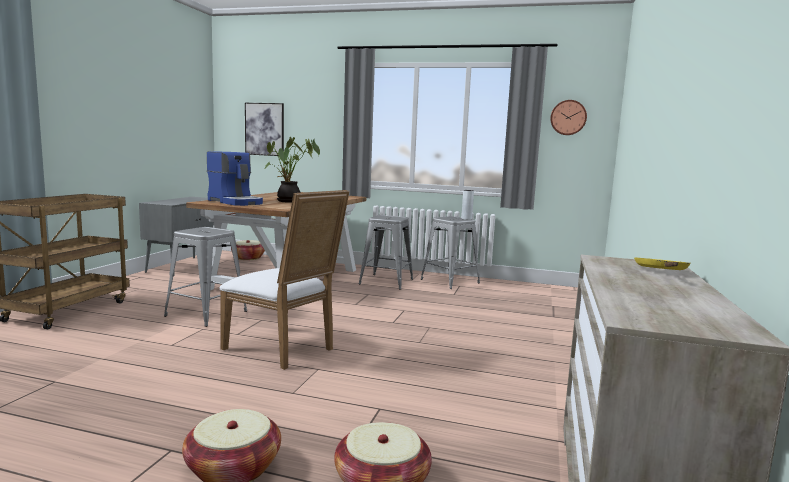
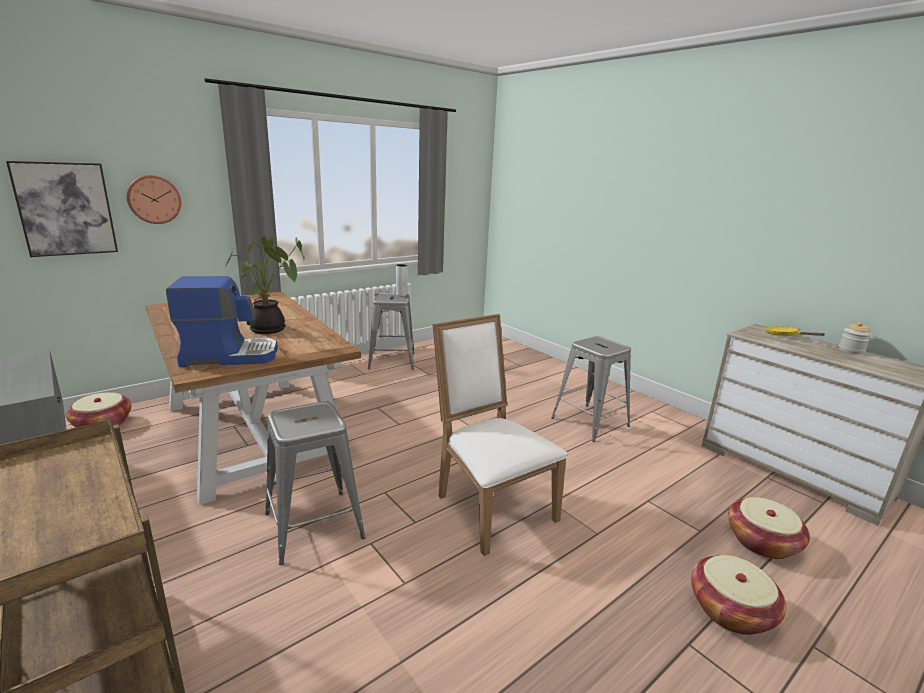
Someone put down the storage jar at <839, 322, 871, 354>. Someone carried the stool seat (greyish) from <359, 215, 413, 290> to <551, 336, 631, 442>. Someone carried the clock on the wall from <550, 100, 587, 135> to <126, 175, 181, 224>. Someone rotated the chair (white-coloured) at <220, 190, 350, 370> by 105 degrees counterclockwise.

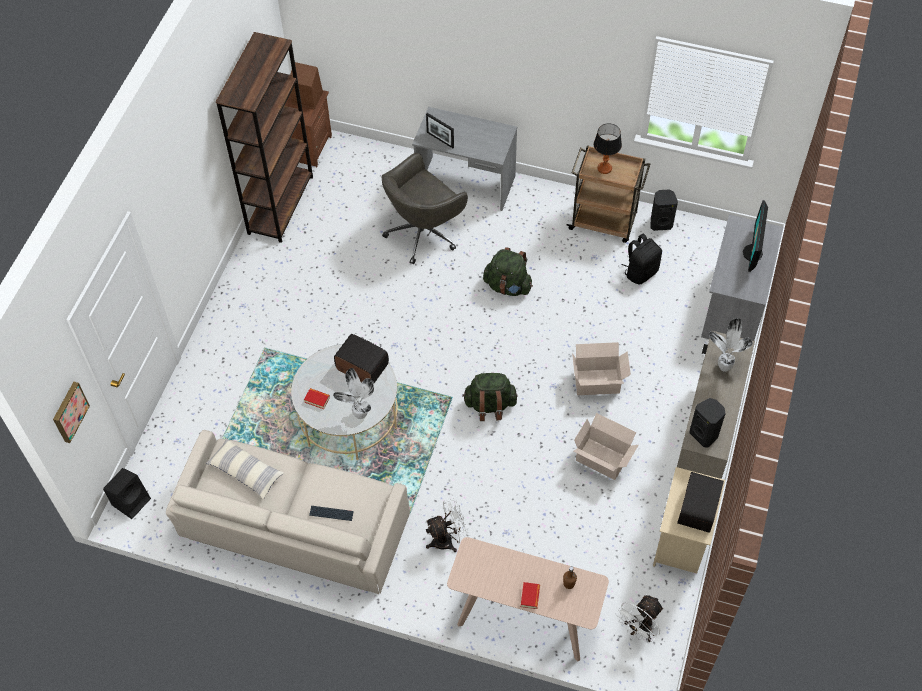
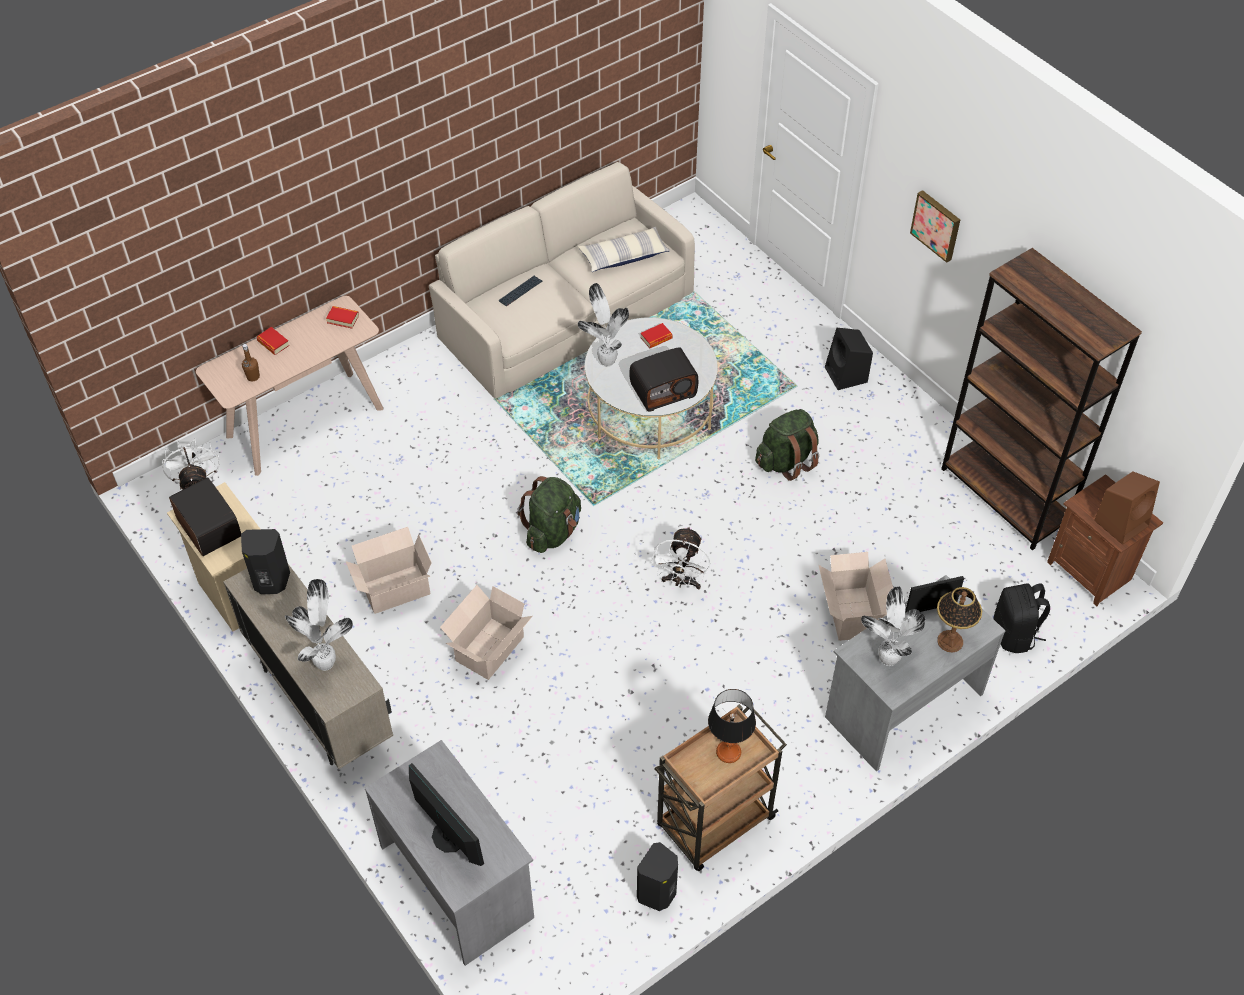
Someone put down the volume at <326, 306, 359, 329>. Someone put down the plant in a pot at <861, 586, 925, 666>. Someone put down the tabletop lamp at <937, 587, 982, 653>. Someone carried the picture from <53, 382, 90, 443> to <910, 190, 960, 263>. Someone carried the loudspeaker (black) from <103, 468, 151, 519> to <825, 328, 873, 390>. Someone carried the electric fan (white-coloured) from <425, 498, 469, 552> to <651, 526, 710, 590>. Someone carried the knapsack (green) from <483, 247, 533, 296> to <755, 409, 819, 481>. Someone carried the knapsack (black) from <622, 233, 662, 284> to <994, 583, 1050, 653>. Someone swapped the computer chair (greyish) at <382, 153, 468, 264> for the packing box at <819, 552, 893, 641>.

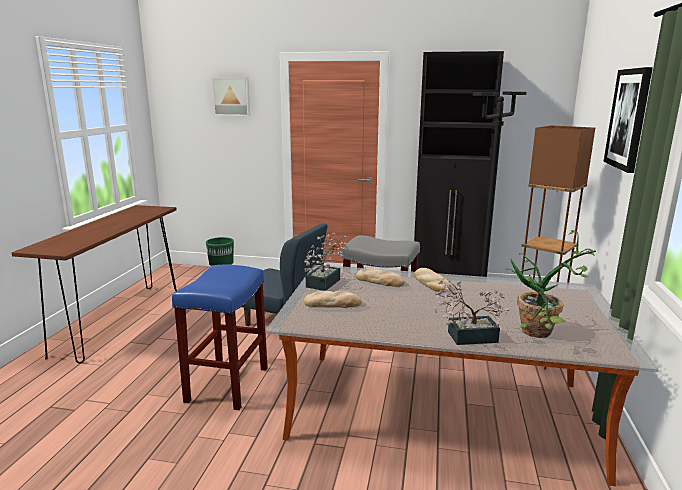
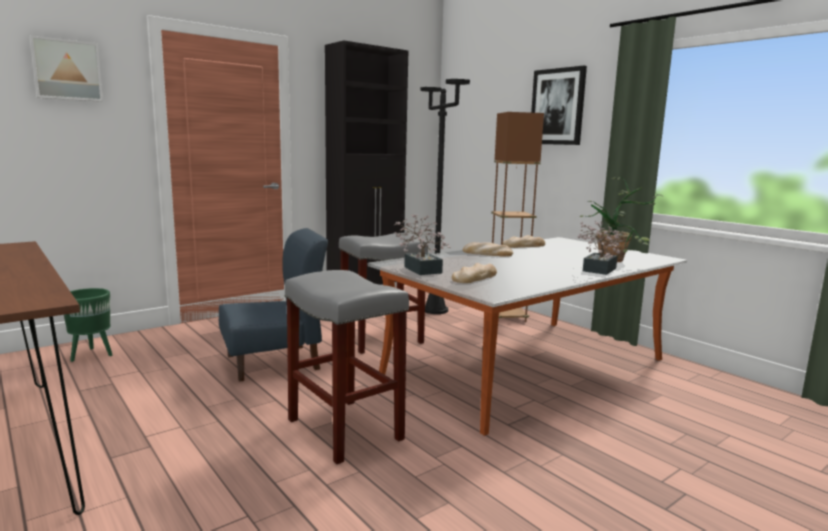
Someone carried the bread from <356, 268, 405, 287> to <502, 235, 545, 248>. Someone repainted the stool seat (bluish) at <172, 264, 268, 410>, which became the stool seat (greyish) at <285, 270, 409, 464>.

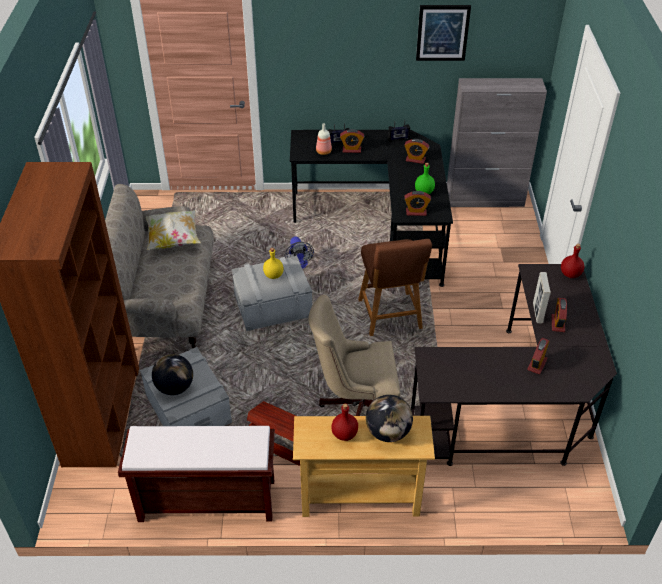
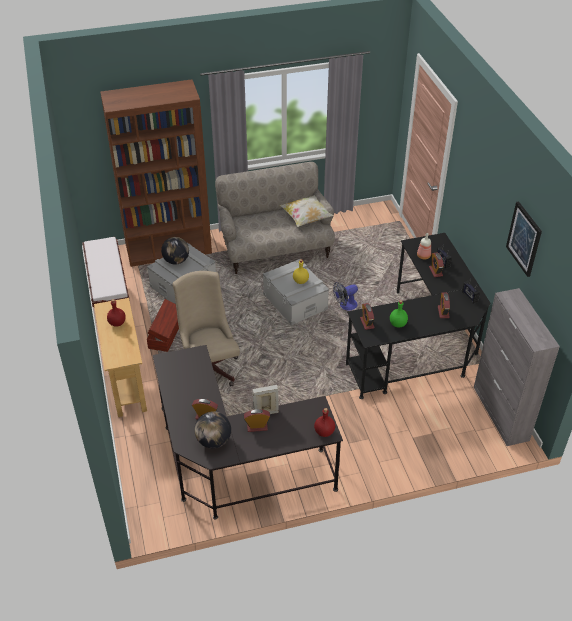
Someone took away the stool seat (brownish) at <358, 239, 432, 336>. Someone carried the desk globe from <366, 395, 413, 442> to <194, 411, 231, 448>.

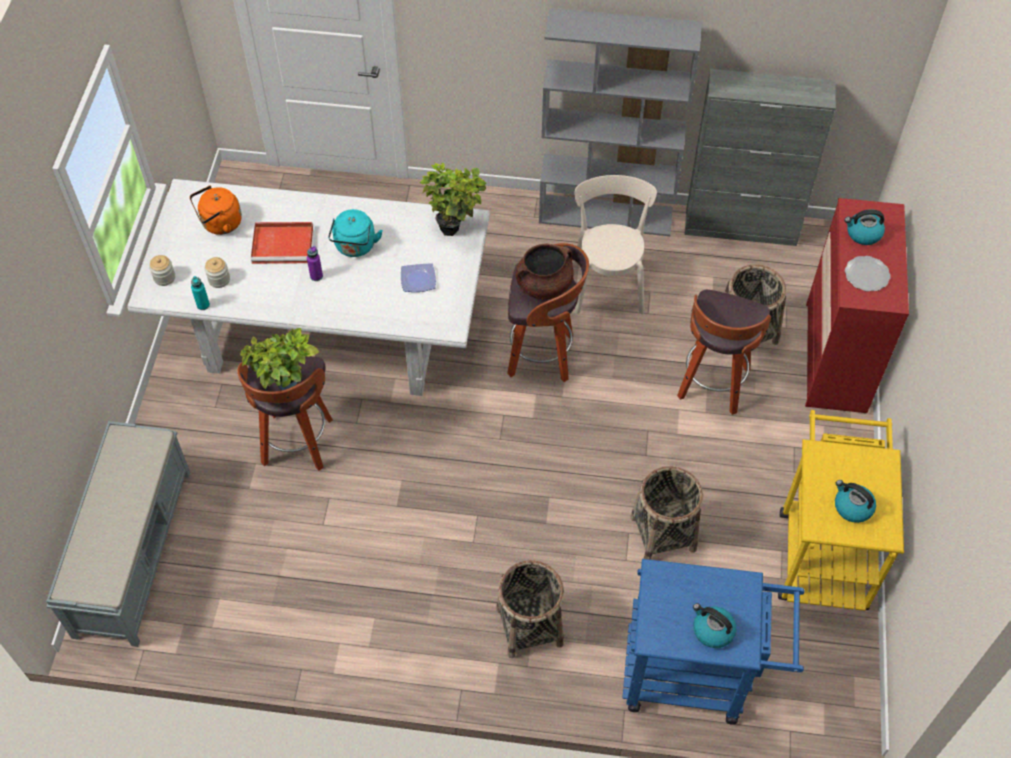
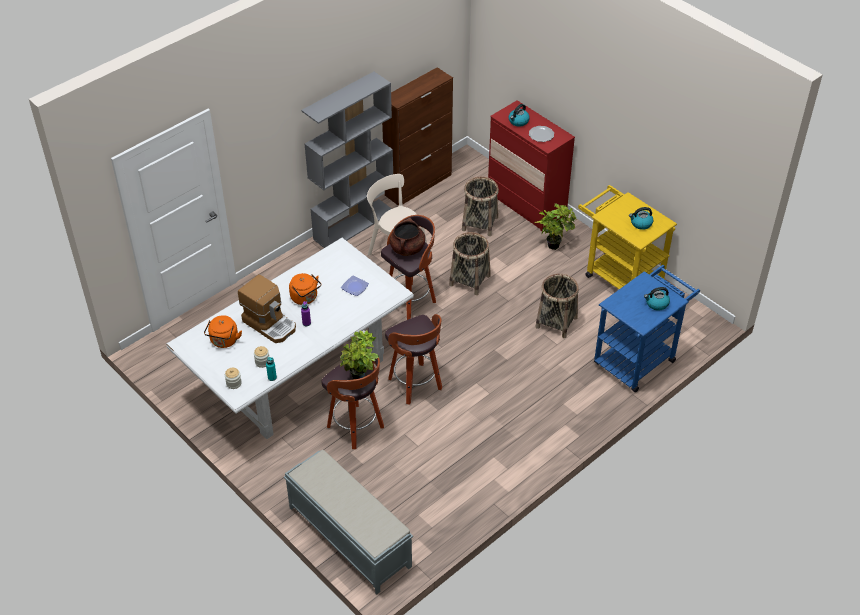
Someone carried the plant in a pot from <420, 163, 486, 236> to <535, 203, 577, 250>. Someone carried the basket from <496, 560, 564, 658> to <449, 232, 490, 295>. Someone carried the stool seat from <677, 290, 771, 415> to <385, 314, 442, 405>. Someone swapped the tray (red-coloured) at <251, 222, 313, 264> for the coffee brewer at <238, 274, 296, 343>. Someone repainted the kettle (blue-green) at <328, 209, 383, 257>, which became the kettle (orangey) at <289, 273, 321, 305>. Someone repainted the cabinet (greyish) at <684, 69, 836, 246>, which became the cabinet (brownish) at <382, 67, 453, 206>.

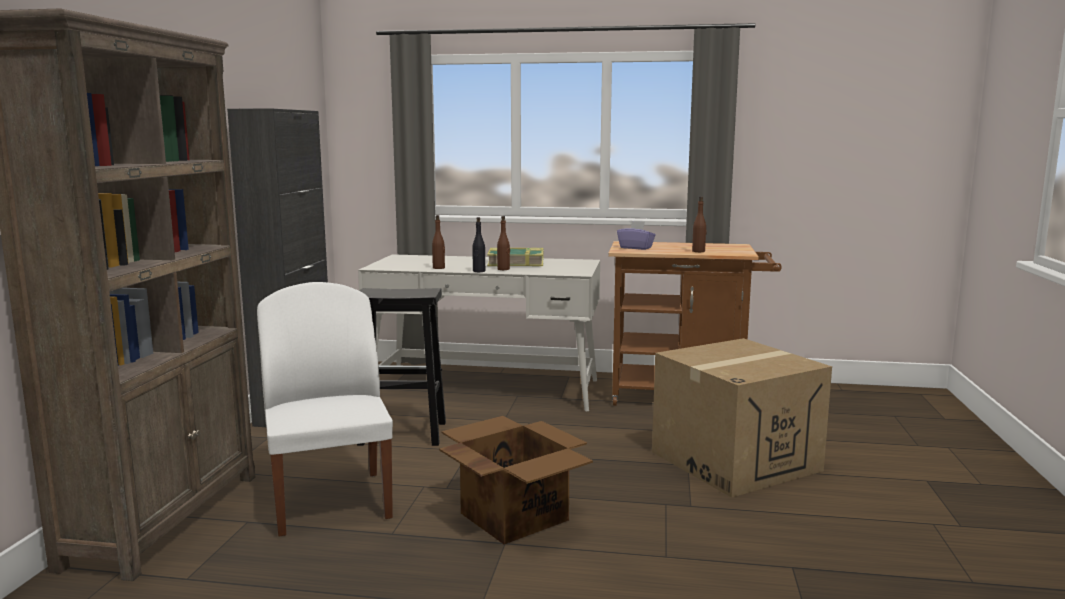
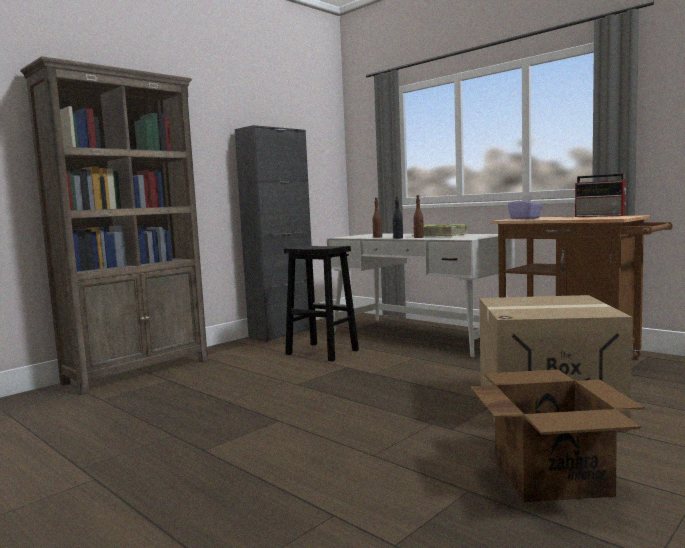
Someone took away the chair (white-coloured) at <257, 282, 393, 536>. Someone took away the drink bottle (brownish) at <692, 196, 707, 252>. Someone put down the radio set at <575, 174, 628, 217>. Someone carried the packing box from <439, 416, 593, 544> to <470, 369, 644, 502>.

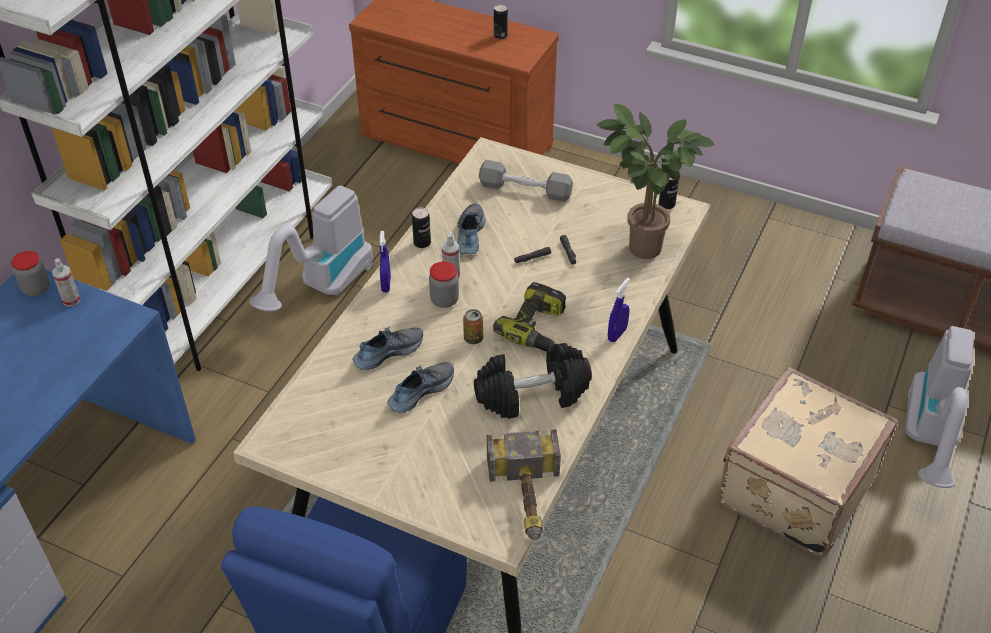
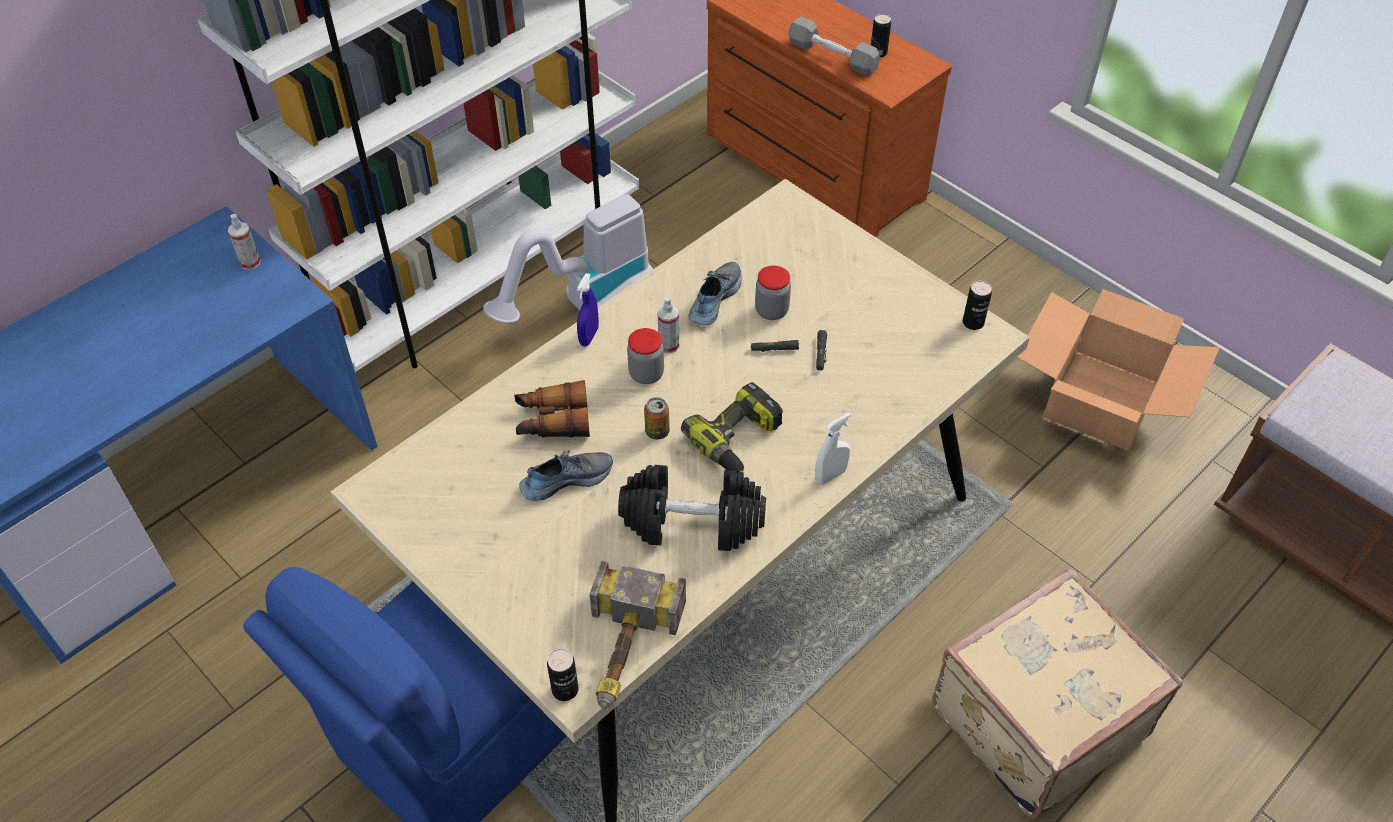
Someone took away the plant in a pot at <597, 104, 715, 259>. Someone took away the vacuum cleaner at <905, 326, 974, 488>. Someone put down the packing box at <1017, 289, 1220, 451>. Someone carried the storage jar from <11, 251, 49, 296> to <755, 265, 791, 320>. Someone carried the sealed can from <412, 207, 431, 248> to <547, 648, 578, 701>. Someone carried the free weight (greyish) from <479, 160, 573, 202> to <788, 16, 880, 76>. Someone swapped the low shoe at <353, 327, 423, 370> for the field glasses at <514, 380, 590, 438>. Someone repainted the hand sprayer (bluish) at <608, 278, 630, 342>, which became the hand sprayer (white-coloured) at <815, 413, 851, 485>.

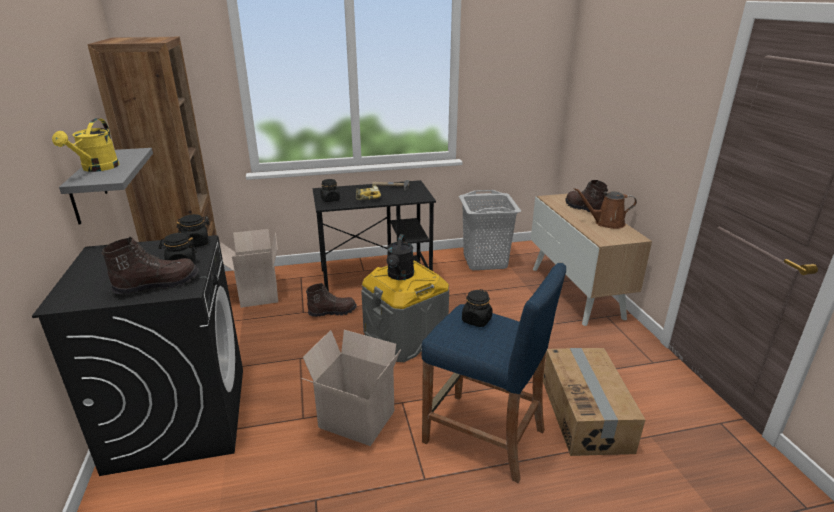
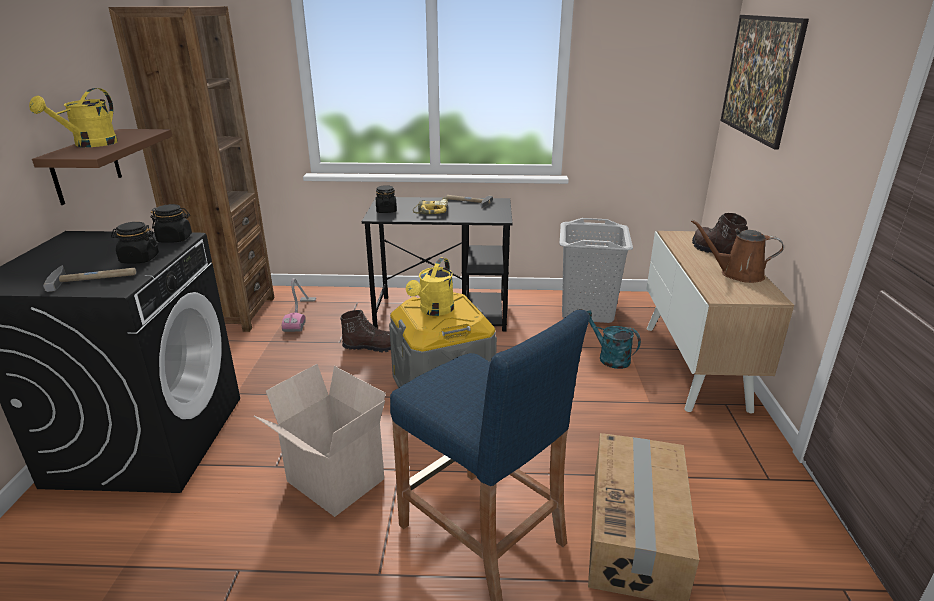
Someone took away the storage jar (black) at <462, 289, 492, 327>. Someone put down the sprinkling can (blue-green) at <587, 311, 641, 369>. Someone put up the picture at <720, 15, 809, 150>. Someone swapped the tall boot (brownish) at <102, 237, 198, 294> for the hand hammer at <43, 266, 136, 292>. Someone swapped the packing box at <220, 229, 278, 308> for the vacuum cleaner at <282, 278, 316, 332>. Someone repainted the shelf (greyish) at <59, 148, 153, 225>, which became the shelf (brownish) at <32, 129, 172, 205>. Someone repainted the sprinkling can (black) at <386, 234, 414, 280>, which became the sprinkling can (yellowish) at <406, 258, 454, 316>.

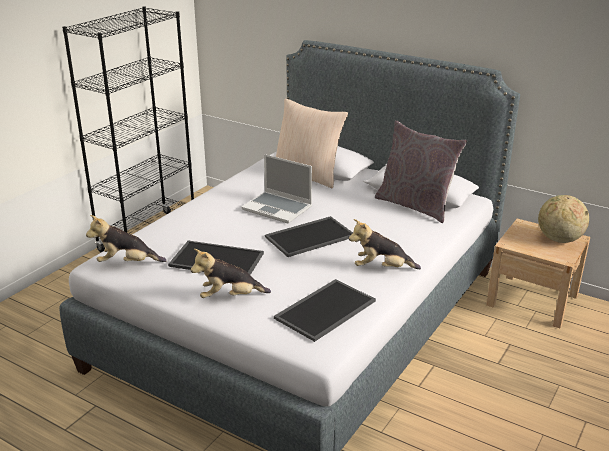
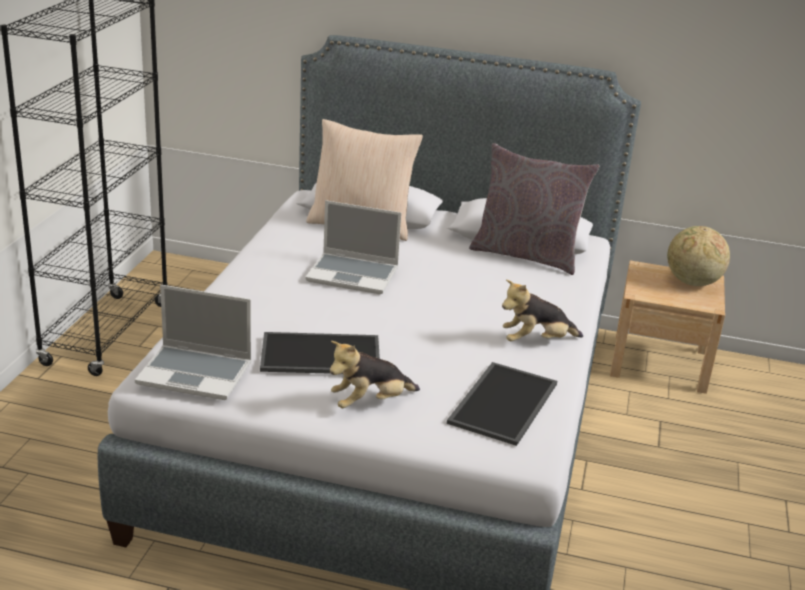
Someone took away the tray at <265, 216, 353, 257>. Someone swapped the cuddly toy at <86, 215, 167, 262> for the portable computer at <135, 285, 252, 400>.

